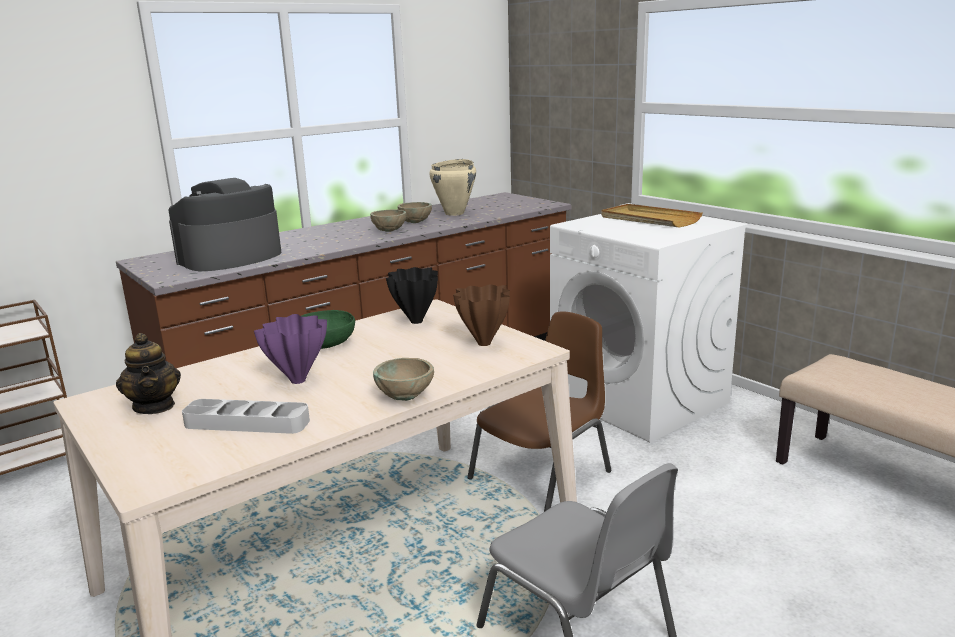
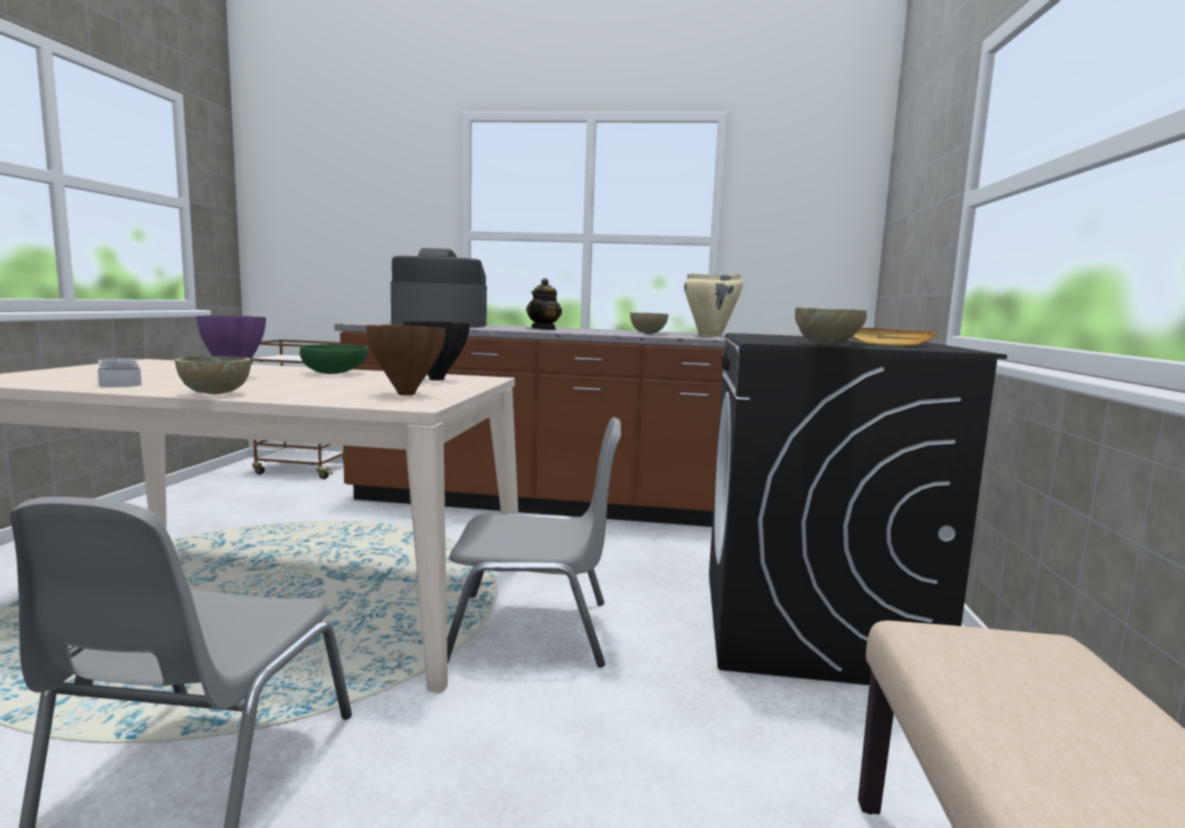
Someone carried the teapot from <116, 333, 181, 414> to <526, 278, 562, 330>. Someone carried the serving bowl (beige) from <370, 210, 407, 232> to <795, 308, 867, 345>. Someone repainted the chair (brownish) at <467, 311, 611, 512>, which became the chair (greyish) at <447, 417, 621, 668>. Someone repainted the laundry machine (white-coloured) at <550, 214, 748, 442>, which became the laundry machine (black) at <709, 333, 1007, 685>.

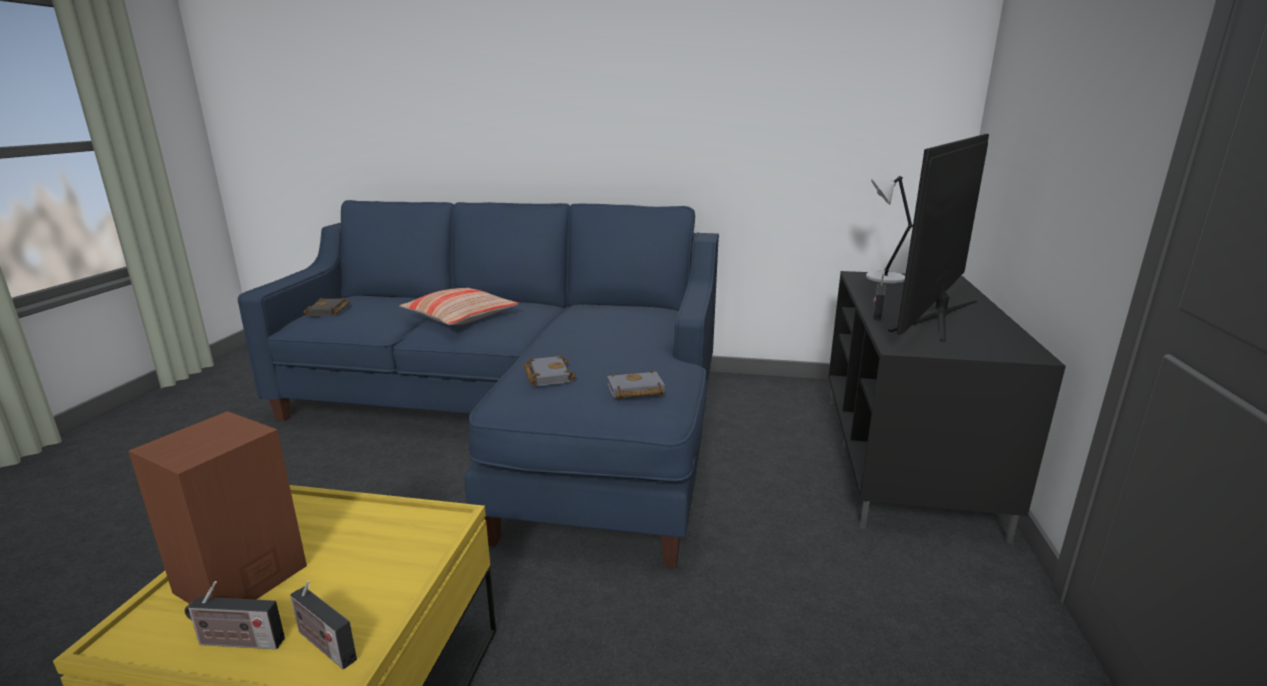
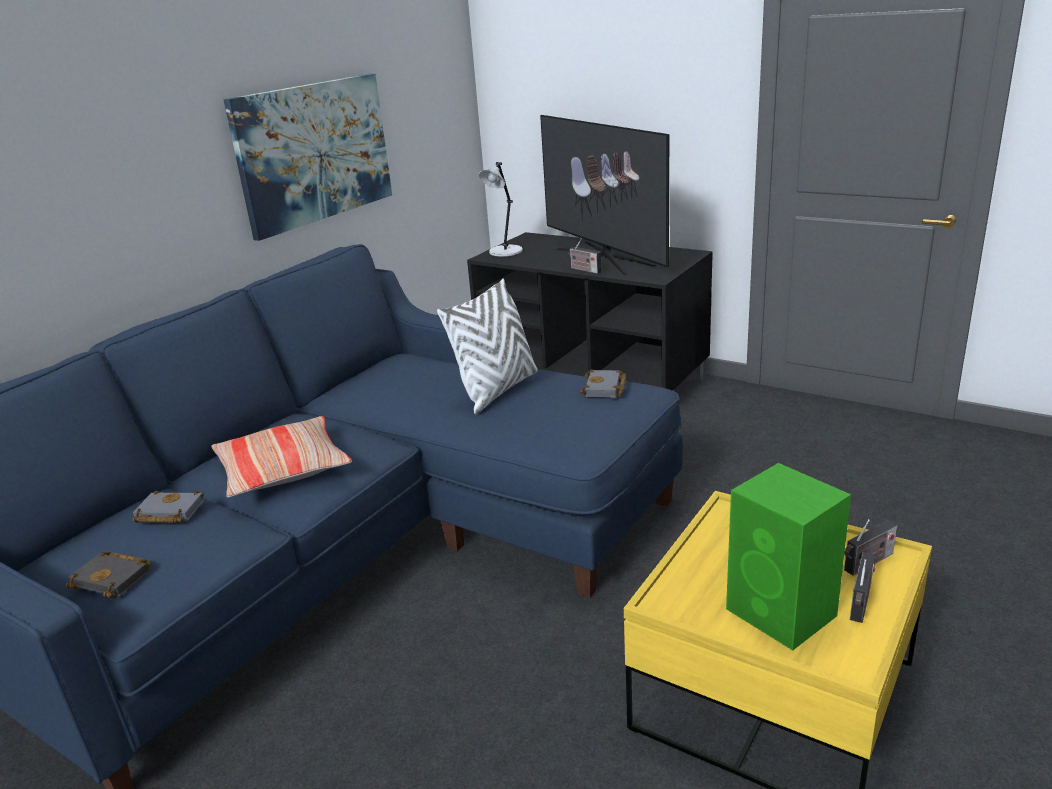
Someone put up the picture at <223, 74, 392, 241>. Someone put down the throw pillow (white-coloured) at <437, 279, 538, 414>. Someone carried the volume (greyish) from <524, 355, 576, 386> to <133, 491, 204, 523>. Someone repainted the loudspeaker (brownish) at <128, 411, 307, 604>, which became the loudspeaker (green) at <726, 463, 851, 650>.

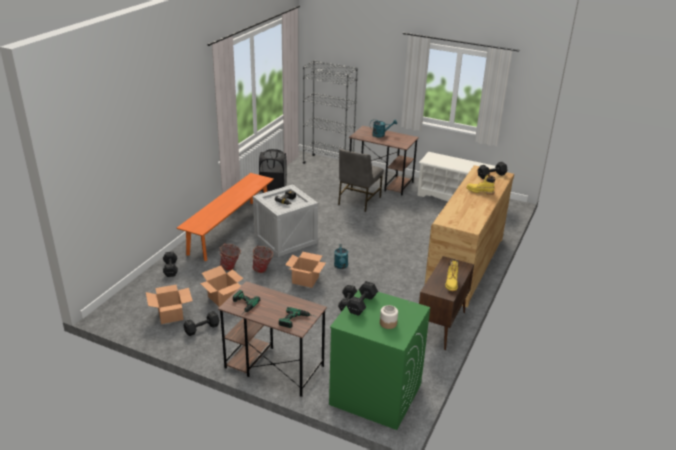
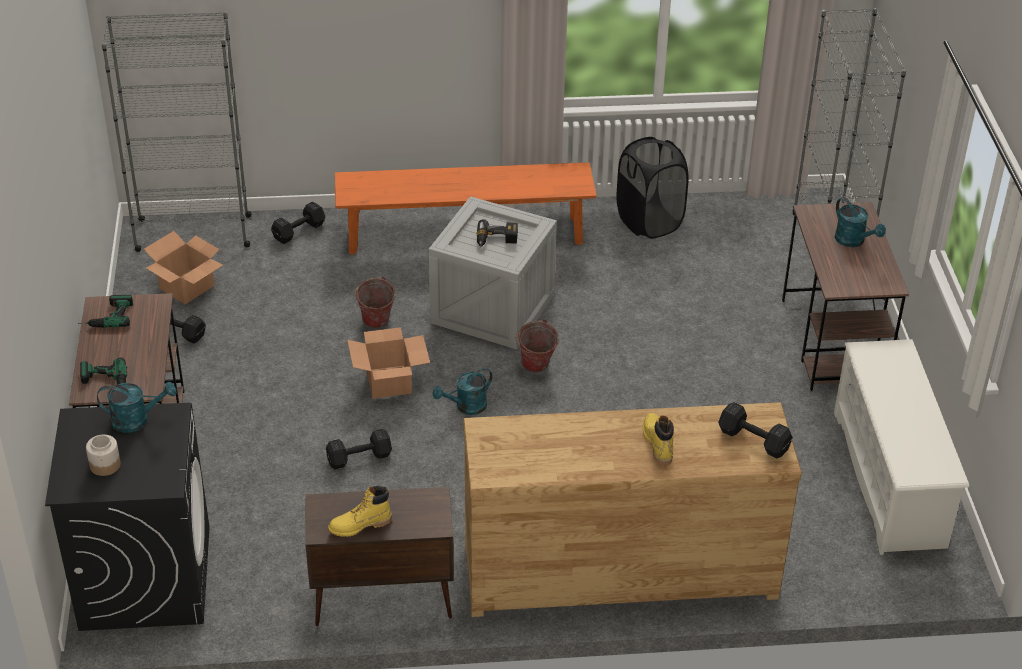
Someone took away the packing box at <200, 266, 243, 307>. Someone took away the chair (greyish) at <338, 149, 384, 212>. Someone put down the bookcase (greyish) at <102, 11, 251, 252>. Someone carried the water bucket from <219, 243, 241, 270> to <516, 320, 559, 372>. Someone swapped the free weight (black) at <346, 281, 378, 316> for the sprinkling can (blue-green) at <97, 382, 177, 433>. Someone repainted the laundry machine (green) at <329, 290, 430, 430>, which became the laundry machine (black) at <45, 403, 210, 631>.

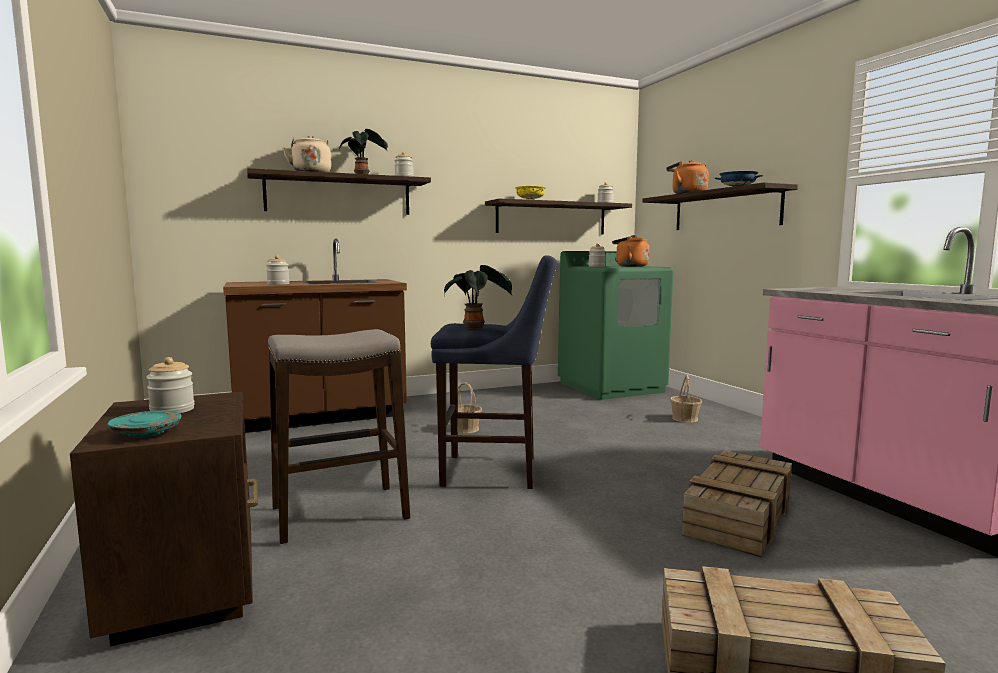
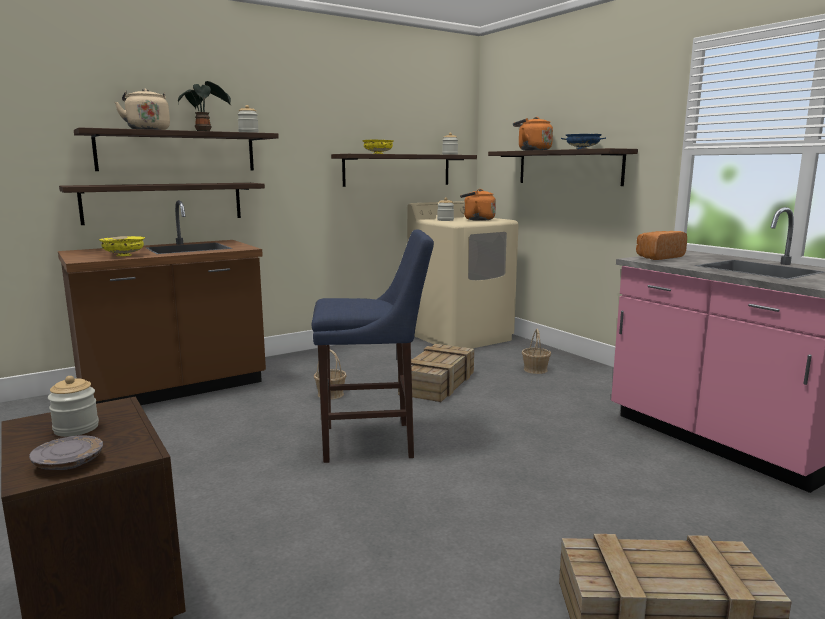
Someone took away the stool seat at <268, 329, 410, 544>. Someone took away the plant in a pot at <444, 265, 513, 329>. Someone put up the shelf at <59, 183, 265, 225>. Someone put down the bread at <636, 231, 687, 260>. Someone carried the packing crate from <682, 451, 792, 557> to <398, 344, 474, 402>. Someone swapped the storage jar at <266, 255, 289, 285> for the serving bowl (yellowish) at <99, 236, 145, 256>. Someone repainted the dinner plate (blue-green) at <107, 410, 182, 438>, which became the dinner plate (greyish) at <29, 435, 103, 470>. Someone repainted the laundry machine (green) at <558, 251, 673, 400>, which became the laundry machine (beige) at <407, 201, 519, 349>.

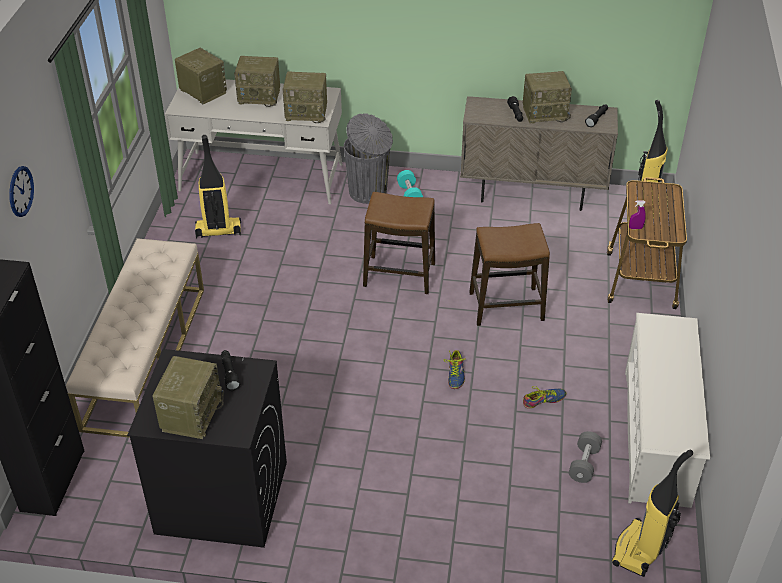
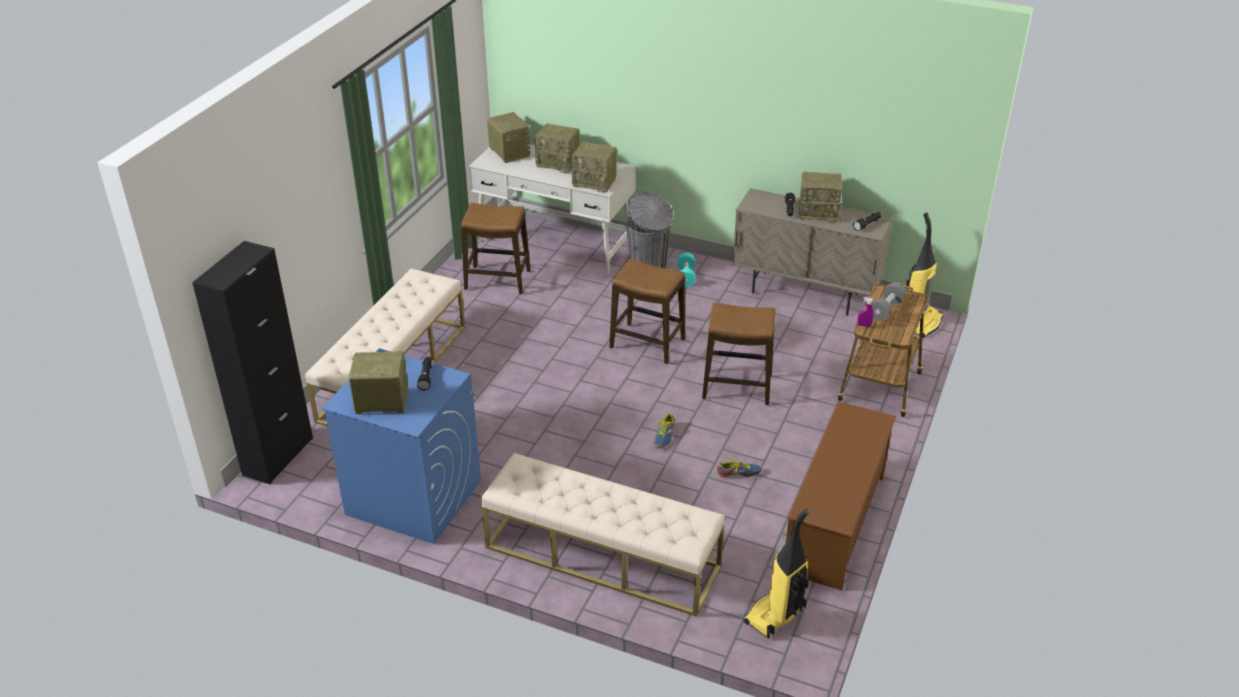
Someone took away the clock on the wall at <9, 166, 34, 217>. Someone put down the bench (beige) at <481, 453, 725, 617>. Someone carried the free weight (greyish) from <569, 431, 602, 483> to <871, 282, 906, 320>. Someone swapped the vacuum cleaner at <195, 135, 241, 239> for the stool seat at <461, 203, 531, 294>. Someone repainted the laundry machine (black) at <127, 349, 287, 548>, which became the laundry machine (bluish) at <322, 348, 481, 544>. Someone repainted the shoe stand (white-coloured) at <625, 313, 710, 508>, which became the shoe stand (brownish) at <786, 401, 896, 591>. Someone rotated the radio set at <152, 356, 224, 439> by 120 degrees counterclockwise.

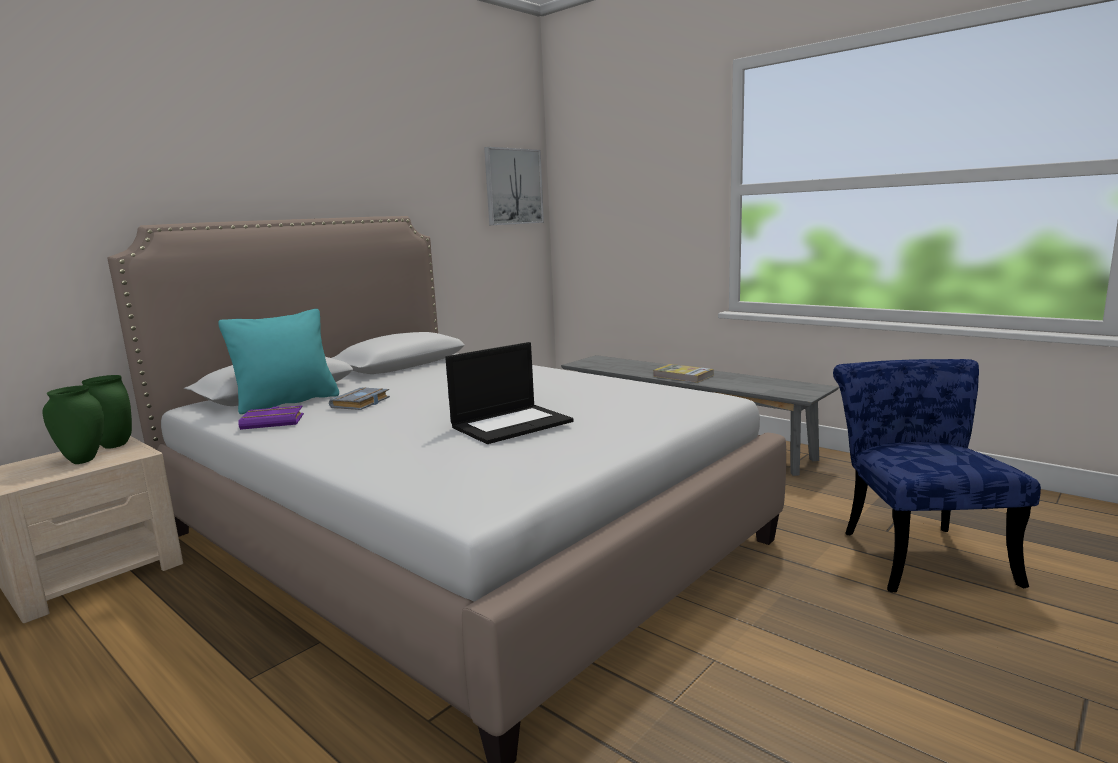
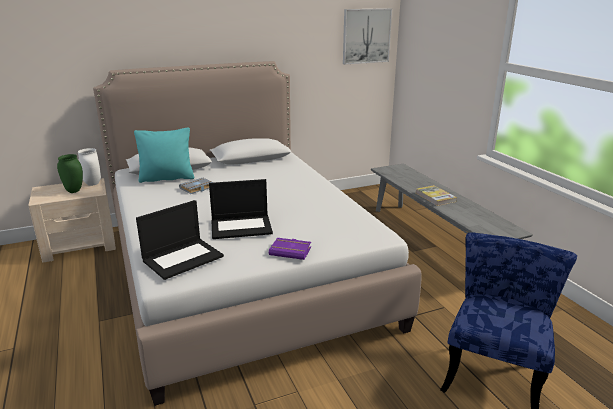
Someone put down the portable computer at <136, 200, 224, 280>. Someone carried the volume (purple-coloured) from <238, 405, 304, 430> to <269, 238, 311, 260>. Someone repainted the decorative vase (green) at <82, 375, 132, 449>, which became the decorative vase (white-coloured) at <78, 148, 101, 186>.

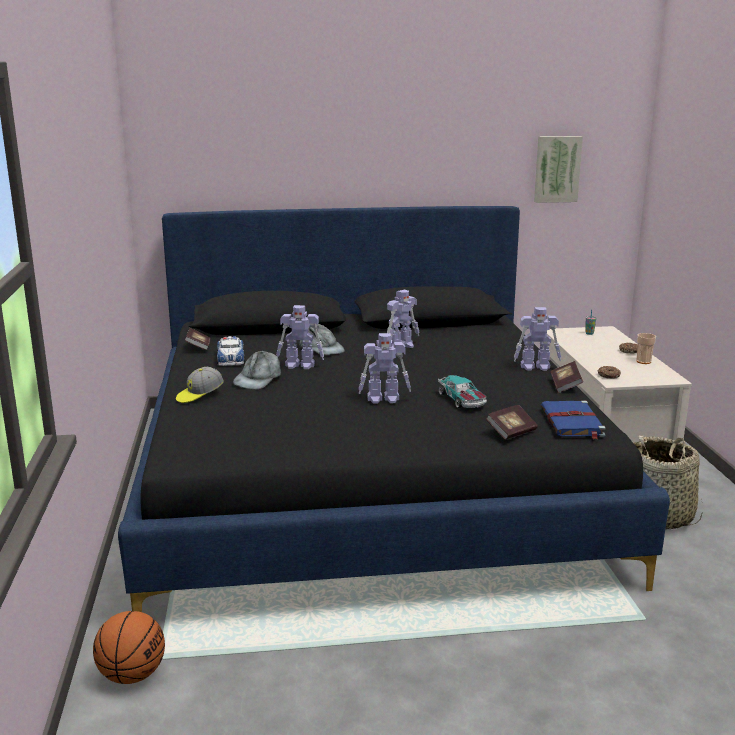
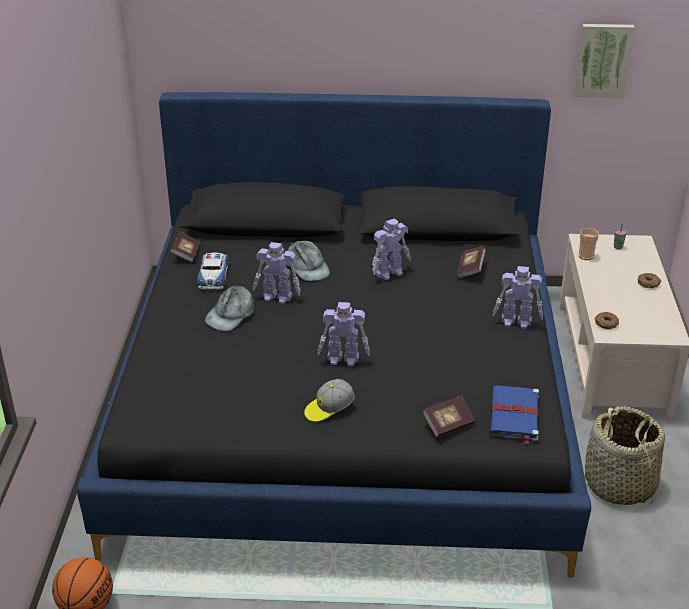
Someone took away the model car at <438, 375, 487, 408>. Someone carried the cap from <176, 367, 224, 403> to <304, 379, 355, 422>. Someone carried the volume from <550, 361, 583, 393> to <457, 246, 486, 278>. Someone carried the small cup from <636, 333, 656, 364> to <579, 228, 599, 260>.

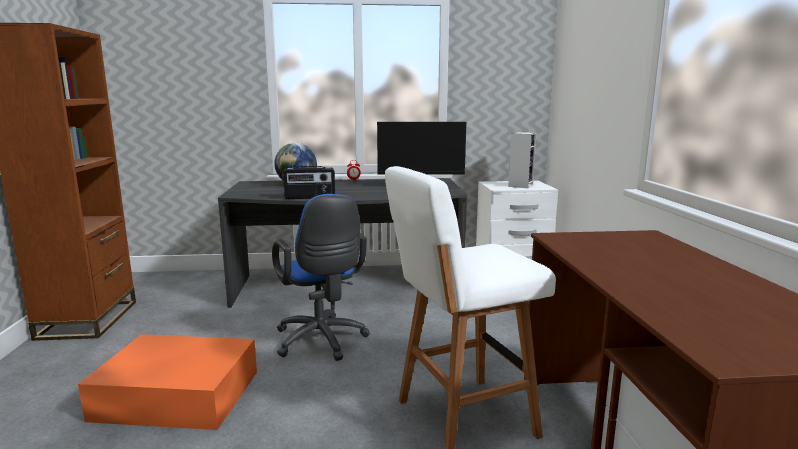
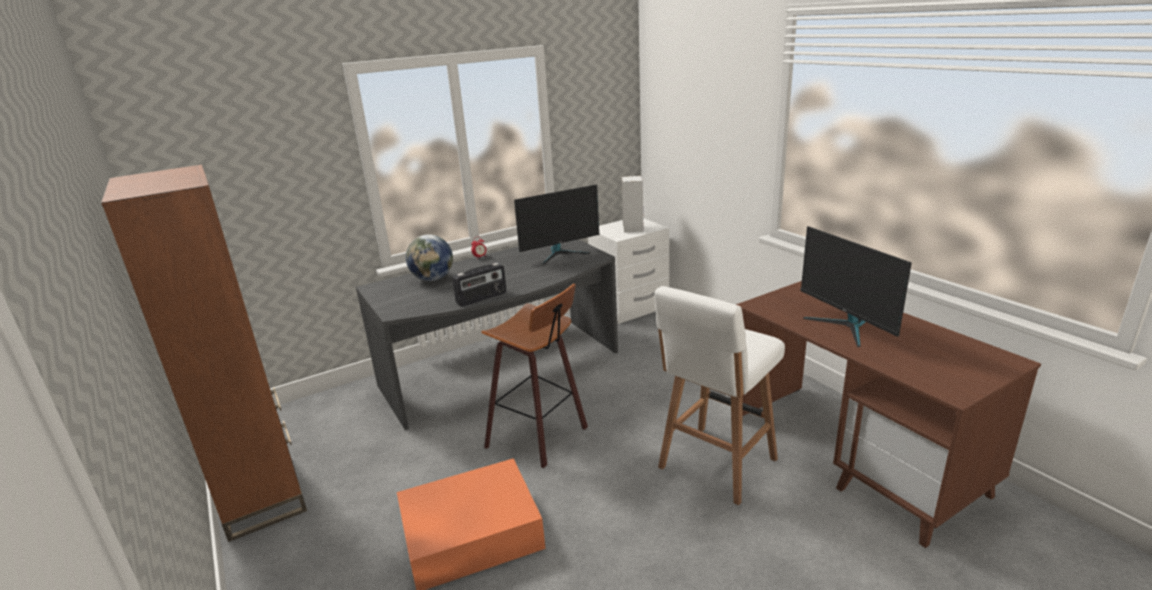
Someone put down the monitor at <800, 226, 912, 347>. Someone swapped the computer chair (bluish) at <272, 194, 370, 361> for the stool seat at <481, 284, 588, 469>.

